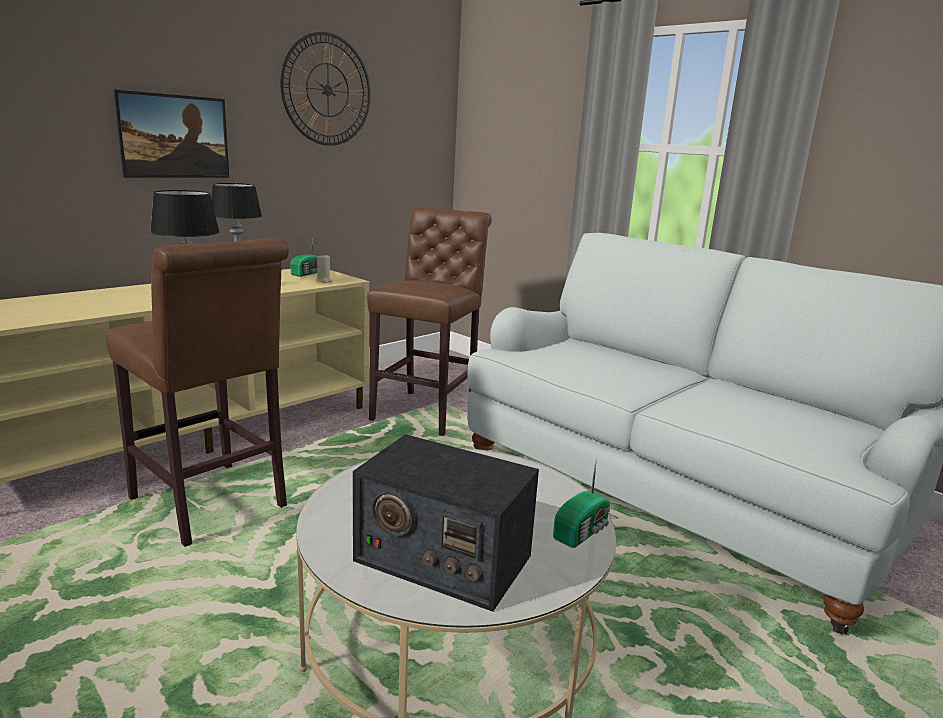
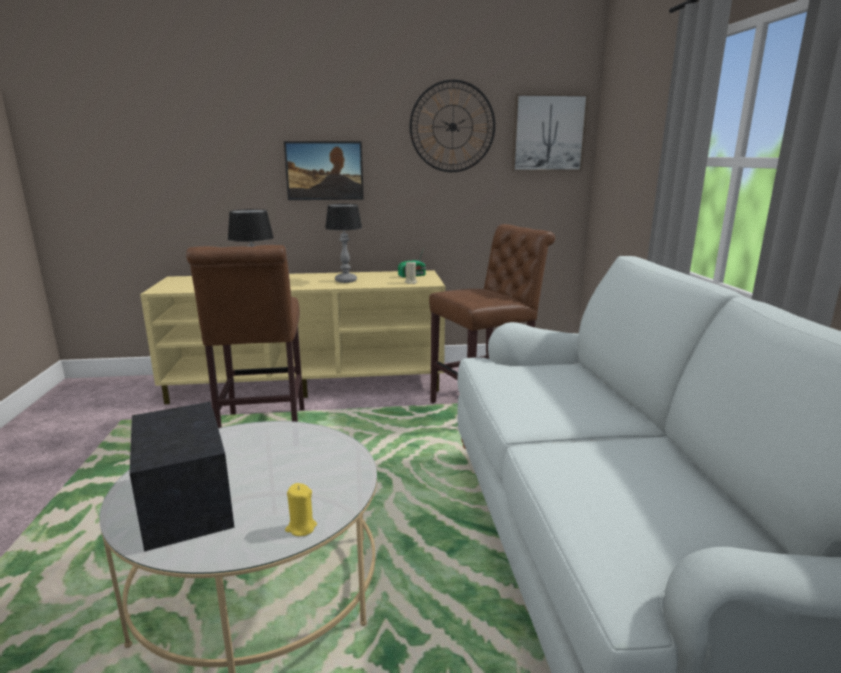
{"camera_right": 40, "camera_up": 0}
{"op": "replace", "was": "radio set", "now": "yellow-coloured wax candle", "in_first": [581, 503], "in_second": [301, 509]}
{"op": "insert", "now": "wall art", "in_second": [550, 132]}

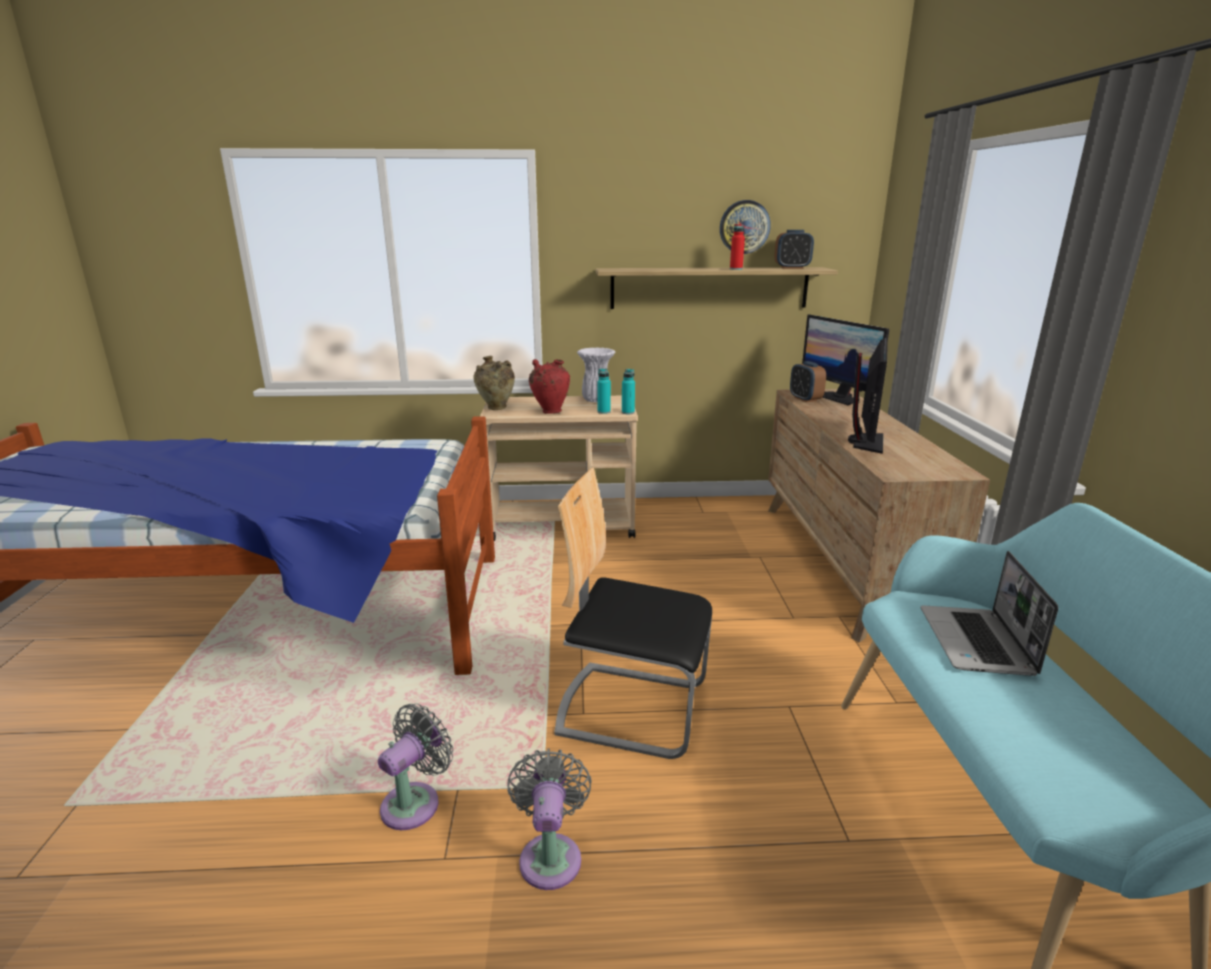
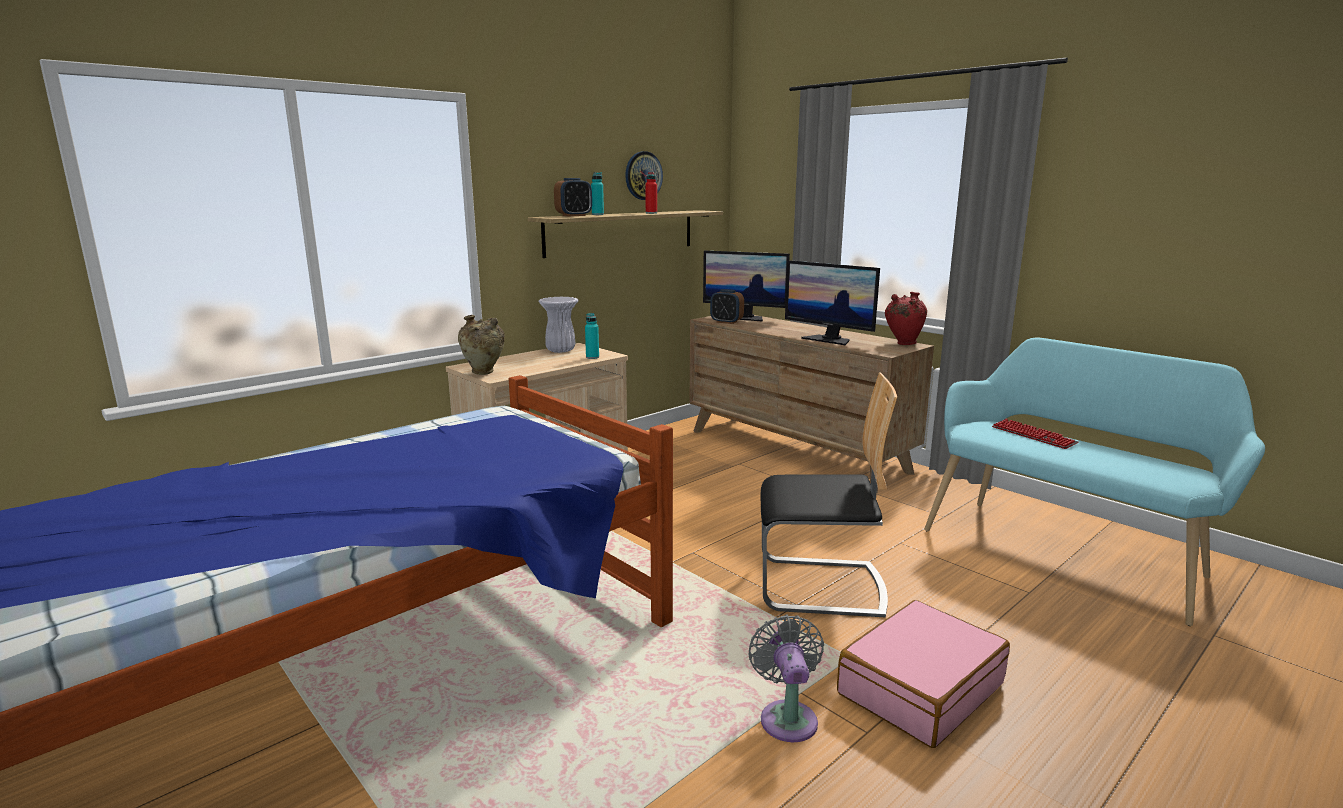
{"camera_right": -40, "camera_up": -5}
{"op": "move", "was": "alarm clock", "in_first": [794, 249], "in_second": [573, 197]}
{"op": "rotate", "was": "monitor", "in_first": [868, 396], "in_second": [832, 302], "clockwise": 150}
{"op": "move", "was": "red-coloured vase", "in_first": [549, 386], "in_second": [906, 318]}
{"op": "move", "was": "turquoise beverage bottle", "in_first": [628, 391], "in_second": [597, 193]}
{"op": "rotate", "was": "plain chair", "in_first": [633, 613], "in_second": [829, 494], "clockwise": -150}
{"op": "replace", "was": "laptop", "now": "computer keyboard", "in_first": [989, 613], "in_second": [1035, 434]}
{"op": "replace", "was": "gray cooling fan", "now": "pink-coloured piece of luggage", "in_first": [549, 819], "in_second": [923, 674]}

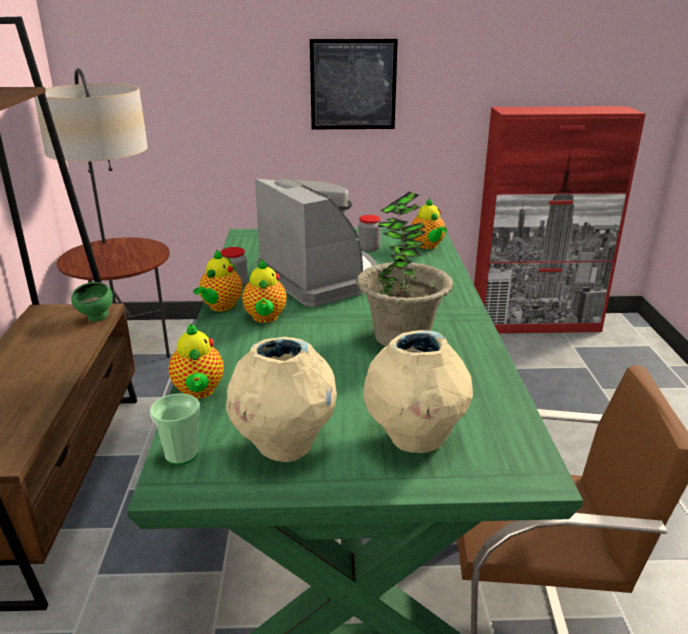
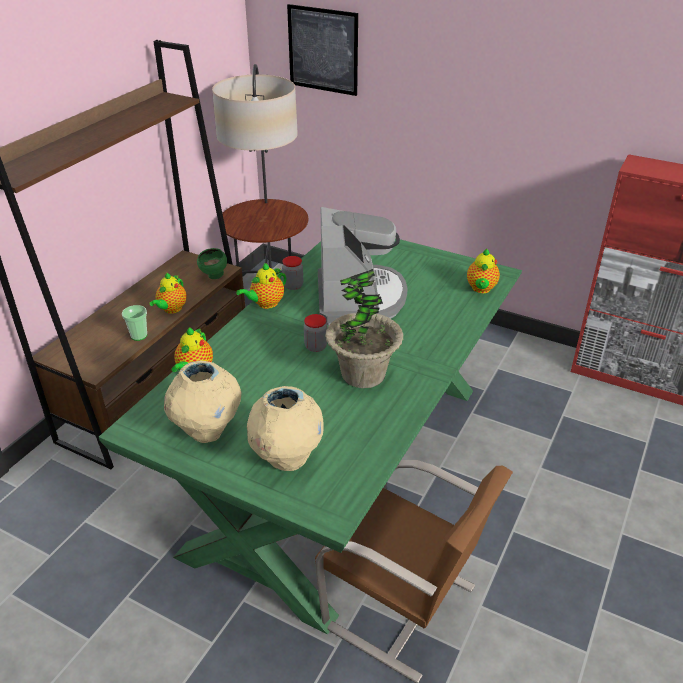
{"camera_right": 30, "camera_up": 10}
{"op": "move", "was": "wall art", "in_first": [354, 84], "in_second": [322, 50]}
{"op": "move", "was": "preserve jar", "in_first": [369, 233], "in_second": [315, 333]}
{"op": "move", "was": "pot for tea", "in_first": [264, 291], "in_second": [168, 293]}
{"op": "move", "was": "cup", "in_first": [175, 429], "in_second": [134, 323]}

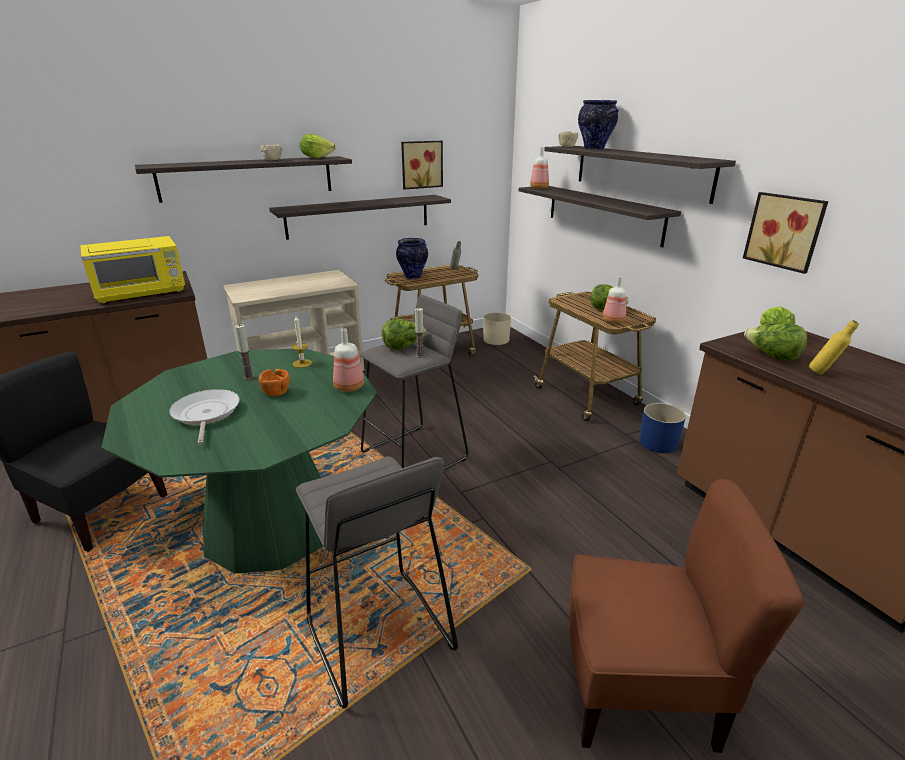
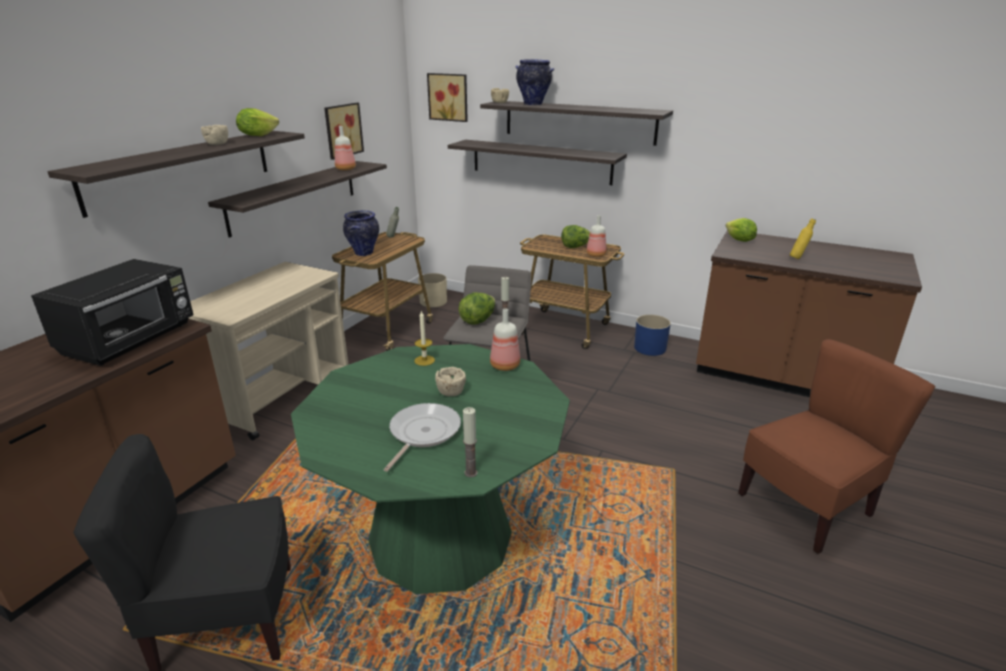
{"camera_right": -35, "camera_up": 0}
{"op": "move", "was": "beverage bottle", "in_first": [539, 168], "in_second": [345, 148]}
{"op": "move", "was": "wall art", "in_first": [786, 233], "in_second": [447, 97]}
{"op": "recolor", "was": "yellow-coloured kitchen microwave", "now": "blackish kitchen microwave", "in_first": [132, 269], "in_second": [112, 312]}
{"op": "delete", "was": "lettuce head", "in_first": [775, 341]}
{"op": "move", "was": "wax candle", "in_first": [244, 352], "in_second": [470, 442]}
{"op": "recolor", "was": "orange-coloured deep dish", "now": "sand-coloured deep dish", "in_first": [274, 382], "in_second": [450, 381]}
{"op": "rotate", "was": "frying pan", "in_first": [204, 416], "in_second": [422, 437], "clockwise": 75}
{"op": "delete", "was": "gray sitting stool", "in_first": [377, 582]}

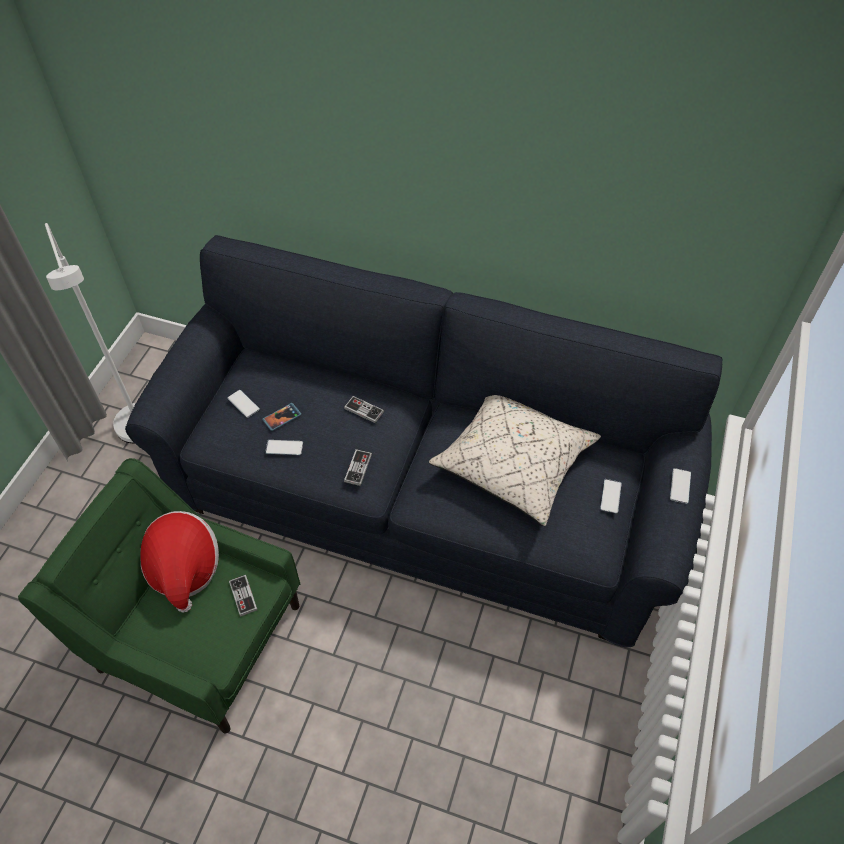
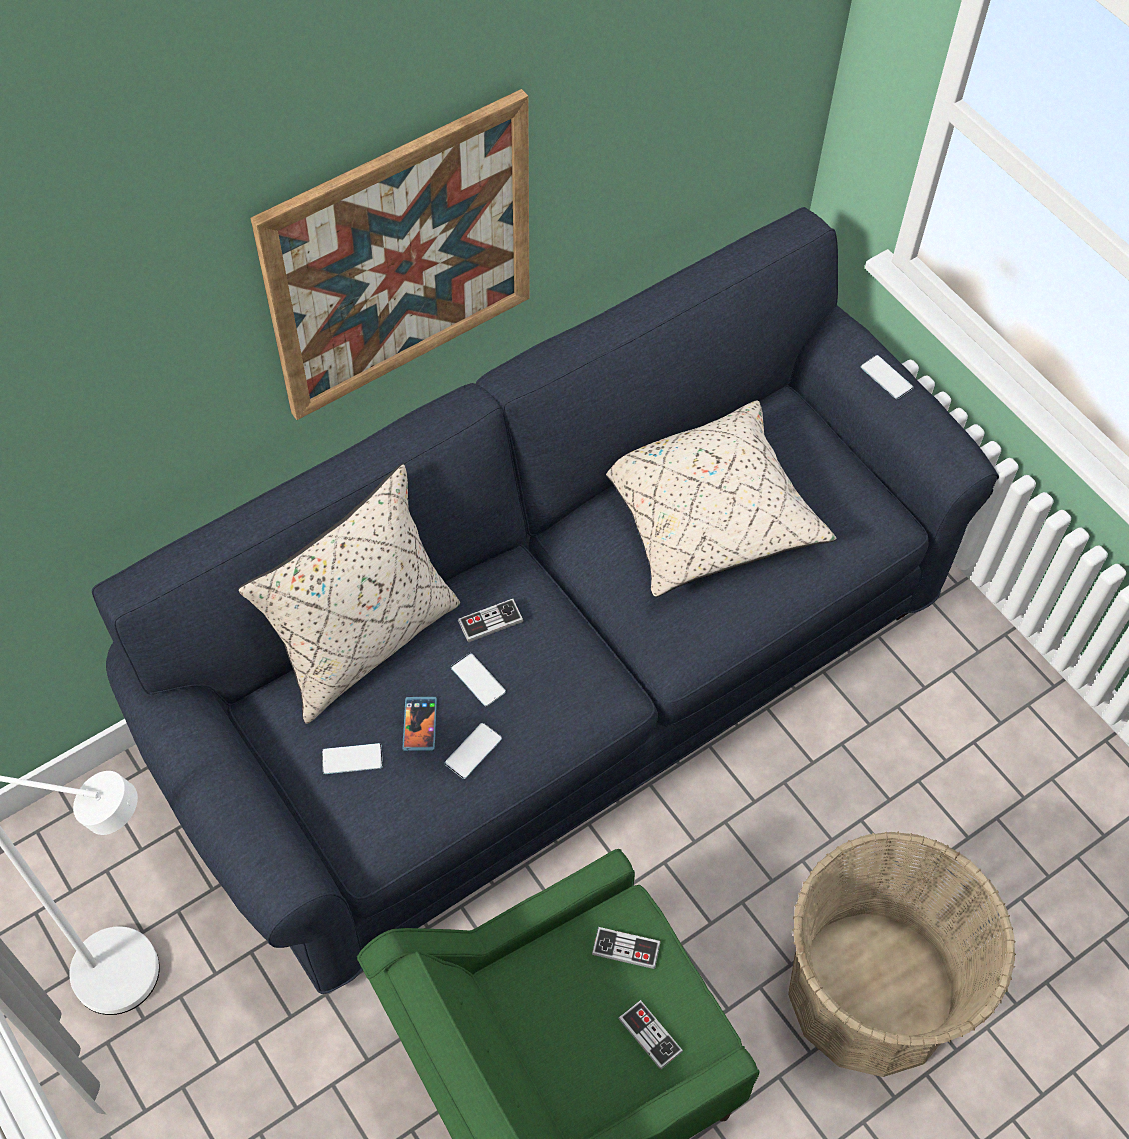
{"camera_right": -55, "camera_up": 5}
{"op": "move", "was": "game controller", "in_first": [358, 467], "in_second": [650, 1035]}
{"op": "move", "was": "phone", "in_first": [611, 496], "in_second": [478, 679]}
{"op": "delete", "was": "hat", "in_first": [179, 562]}
{"op": "insert", "now": "wall art", "in_second": [390, 254]}
{"op": "insert", "now": "sand-coloured cushion", "in_second": [349, 594]}
{"op": "insert", "now": "household basket", "in_second": [902, 954]}

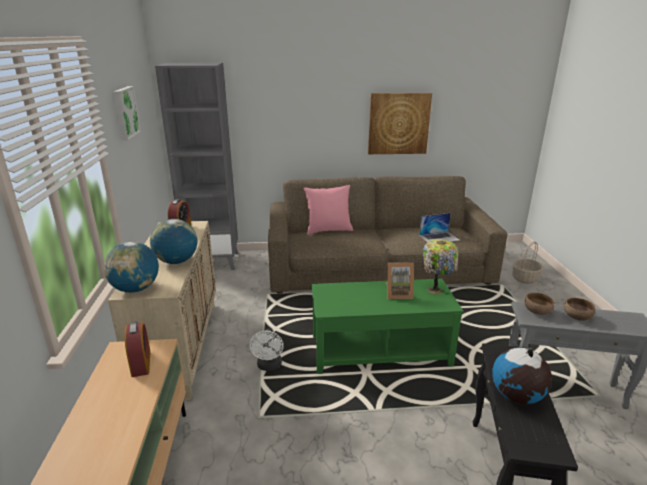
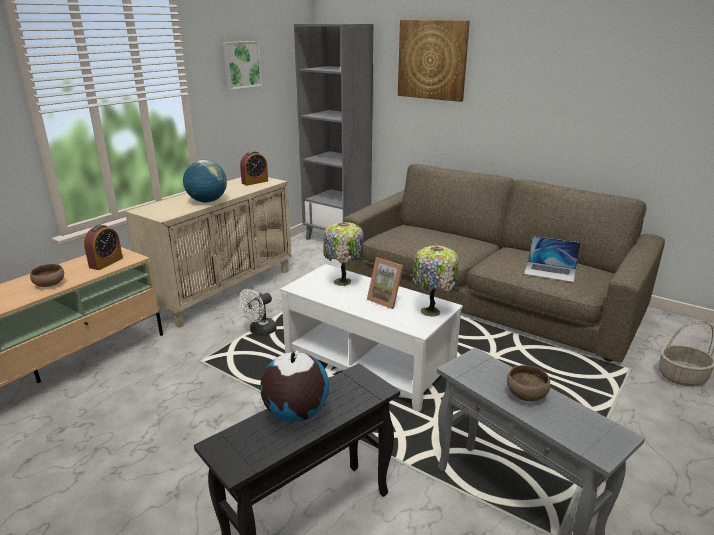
{"camera_right": 40, "camera_up": 0}
{"op": "move", "was": "wall art", "in_first": [400, 123], "in_second": [434, 61]}
{"op": "delete", "was": "pink-coloured cushion", "in_first": [328, 210]}
{"op": "delete", "was": "world globe", "in_first": [131, 267]}
{"op": "recolor", "was": "green lounge table", "now": "whitish lounge table", "in_first": [387, 326], "in_second": [371, 338]}
{"op": "move", "was": "brownish deep dish", "in_first": [539, 304], "in_second": [47, 275]}
{"op": "insert", "now": "tabletop lamp", "in_second": [343, 254]}

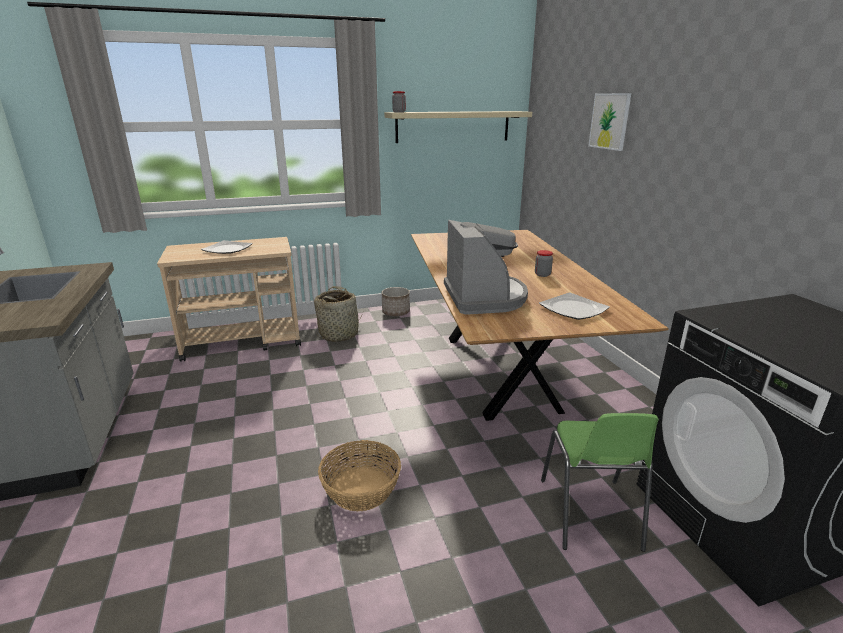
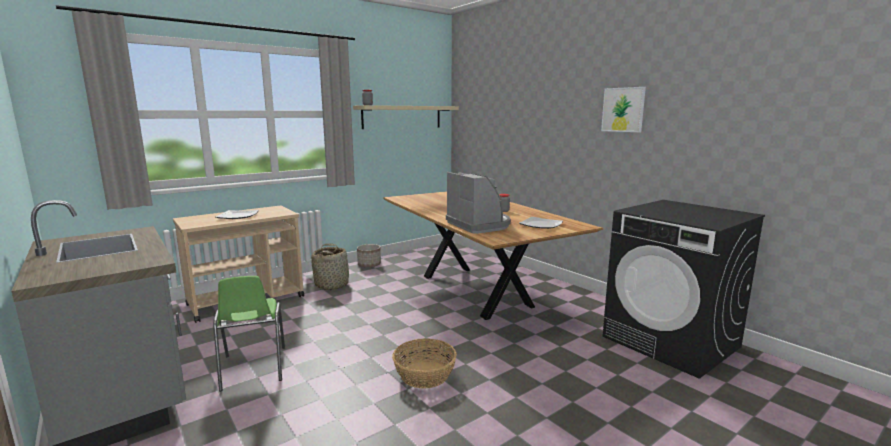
{"camera_right": -20, "camera_up": -10}
{"op": "move", "was": "wall art", "in_first": [609, 122], "in_second": [623, 109]}
{"op": "move", "was": "green plain chair", "in_first": [600, 482], "in_second": [249, 333]}

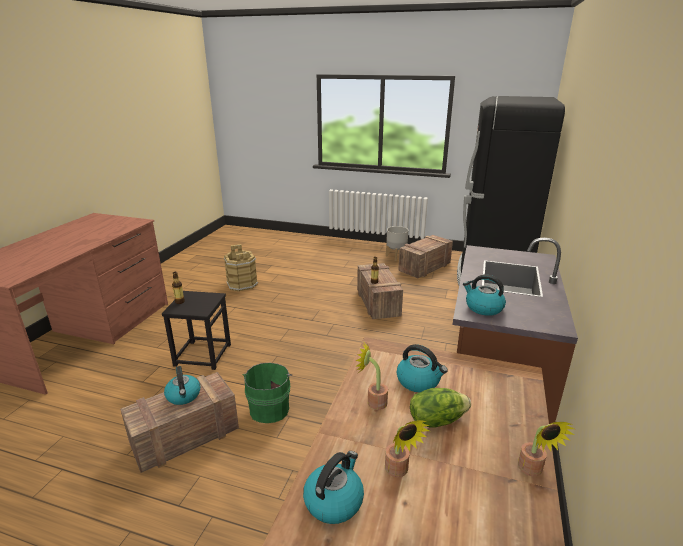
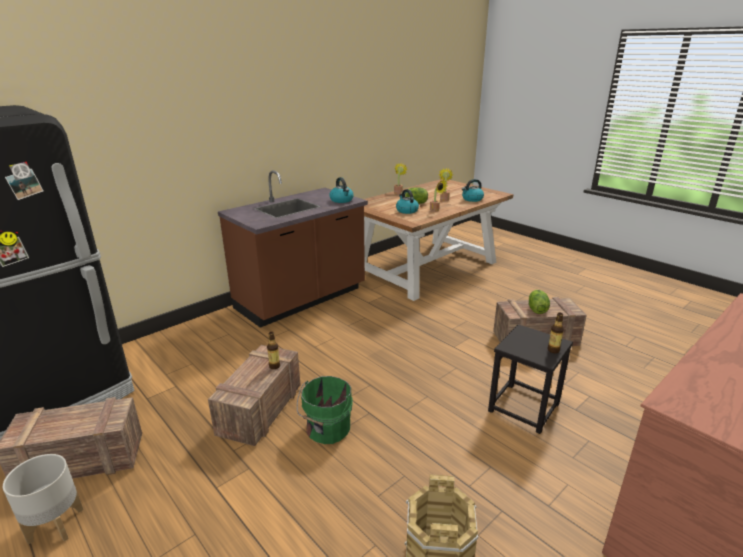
{"camera_right": -150, "camera_up": 0}
{"op": "move", "was": "green water bucket", "in_first": [267, 393], "in_second": [324, 410]}
{"op": "replace", "was": "tea kettle", "now": "lettuce head", "in_first": [182, 385], "in_second": [539, 302]}

